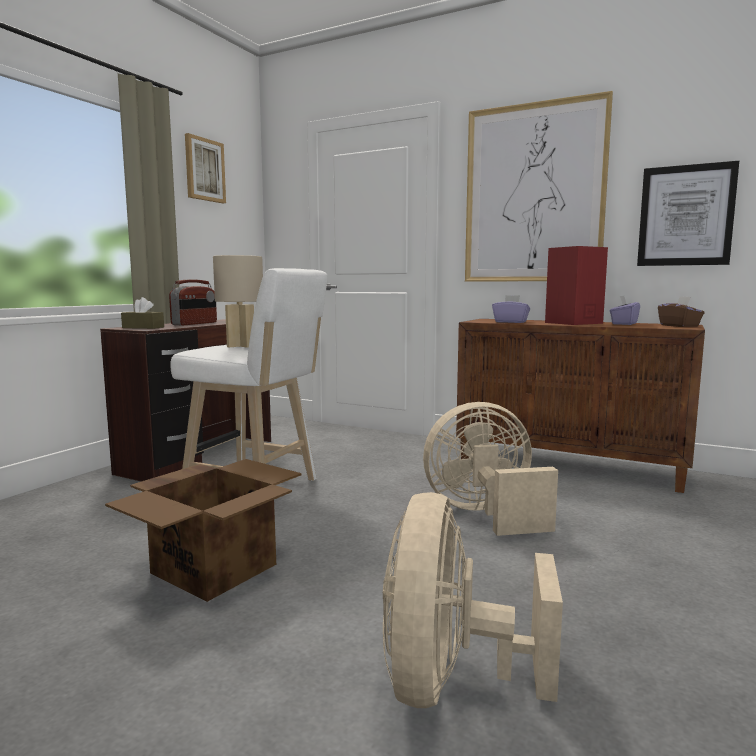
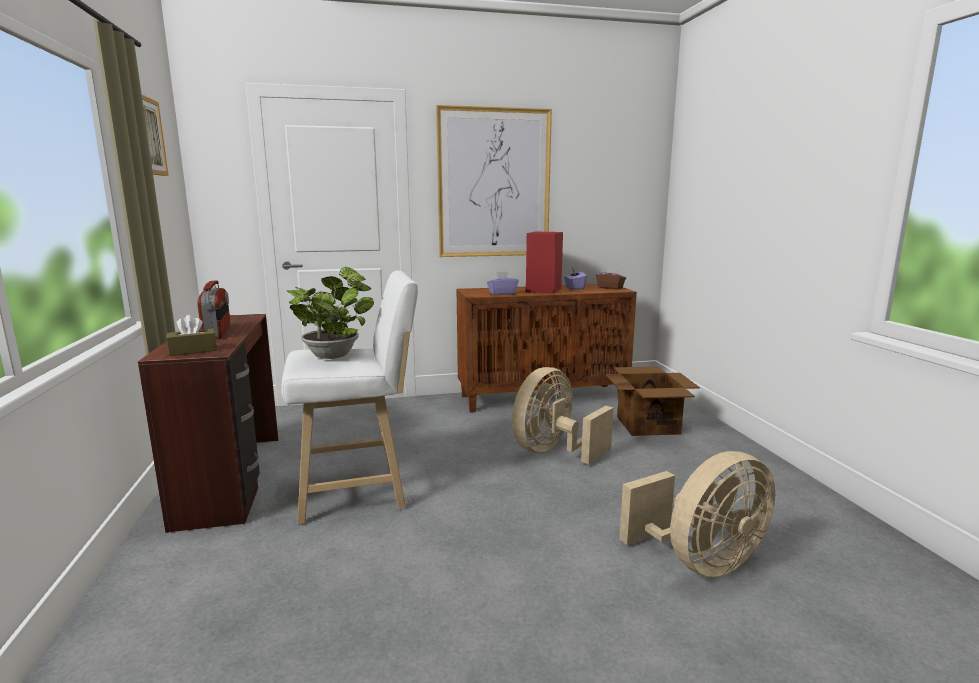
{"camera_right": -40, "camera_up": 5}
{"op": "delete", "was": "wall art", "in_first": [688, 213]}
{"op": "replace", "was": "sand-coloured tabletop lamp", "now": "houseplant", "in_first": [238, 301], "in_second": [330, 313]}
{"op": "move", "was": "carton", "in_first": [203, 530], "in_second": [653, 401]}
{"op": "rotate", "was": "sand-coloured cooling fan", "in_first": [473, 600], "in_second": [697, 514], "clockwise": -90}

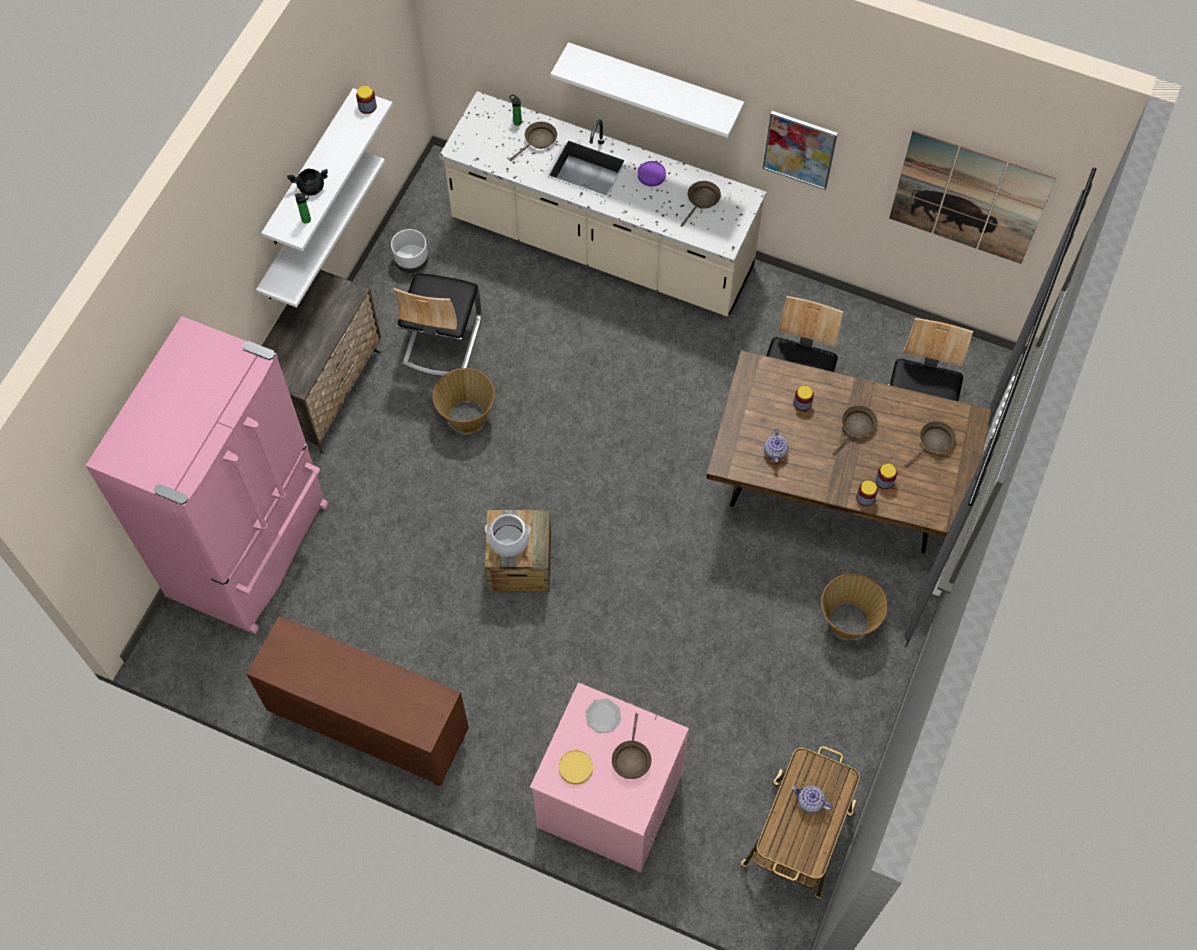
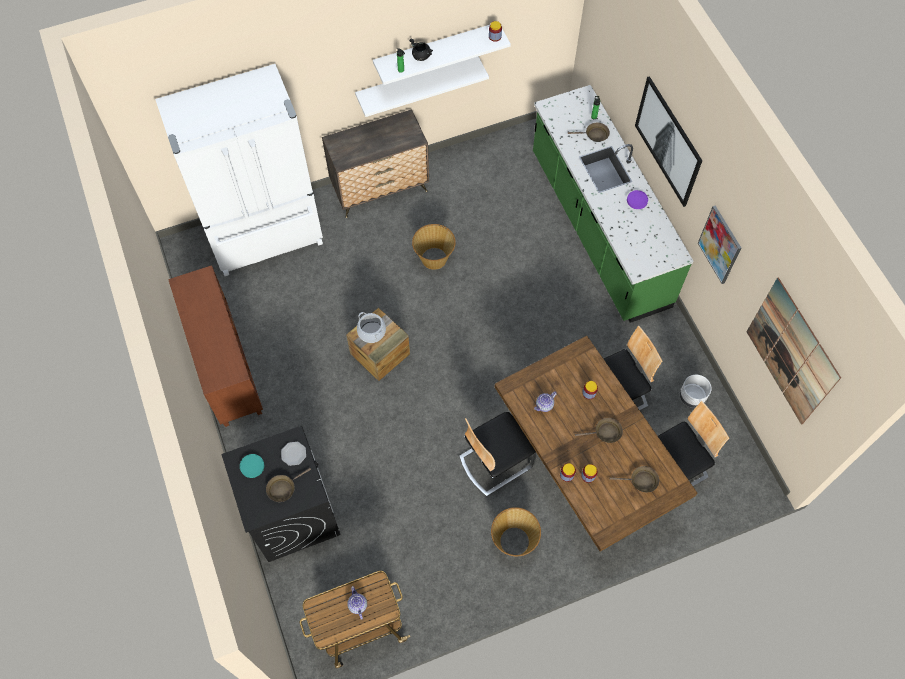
{"camera_right": 45, "camera_up": 0}
{"op": "replace", "was": "whitish bracket shelf", "now": "wall art", "in_first": [647, 90], "in_second": [668, 141]}
{"op": "recolor", "was": "sand-coloured kitchen base unit", "now": "green kitchen base unit", "in_first": [602, 203], "in_second": [613, 204]}
{"op": "delete", "was": "brownish frying pan", "in_first": [700, 204]}
{"op": "move", "was": "whitish plant pot", "in_first": [410, 251], "in_second": [696, 391]}
{"op": "move", "was": "plain chair", "in_first": [438, 324], "in_second": [498, 454]}
{"op": "recolor", "was": "pink-coloured refrigerator", "now": "whitish refrigerator", "in_first": [207, 475], "in_second": [239, 170]}
{"op": "recolor", "was": "pink-coloured laundry machine", "now": "blackish laundry machine", "in_first": [609, 777], "in_second": [281, 494]}
{"op": "recolor", "was": "yellow-coloured dinner plate", "now": "turquoise dinner plate", "in_first": [576, 767], "in_second": [252, 466]}

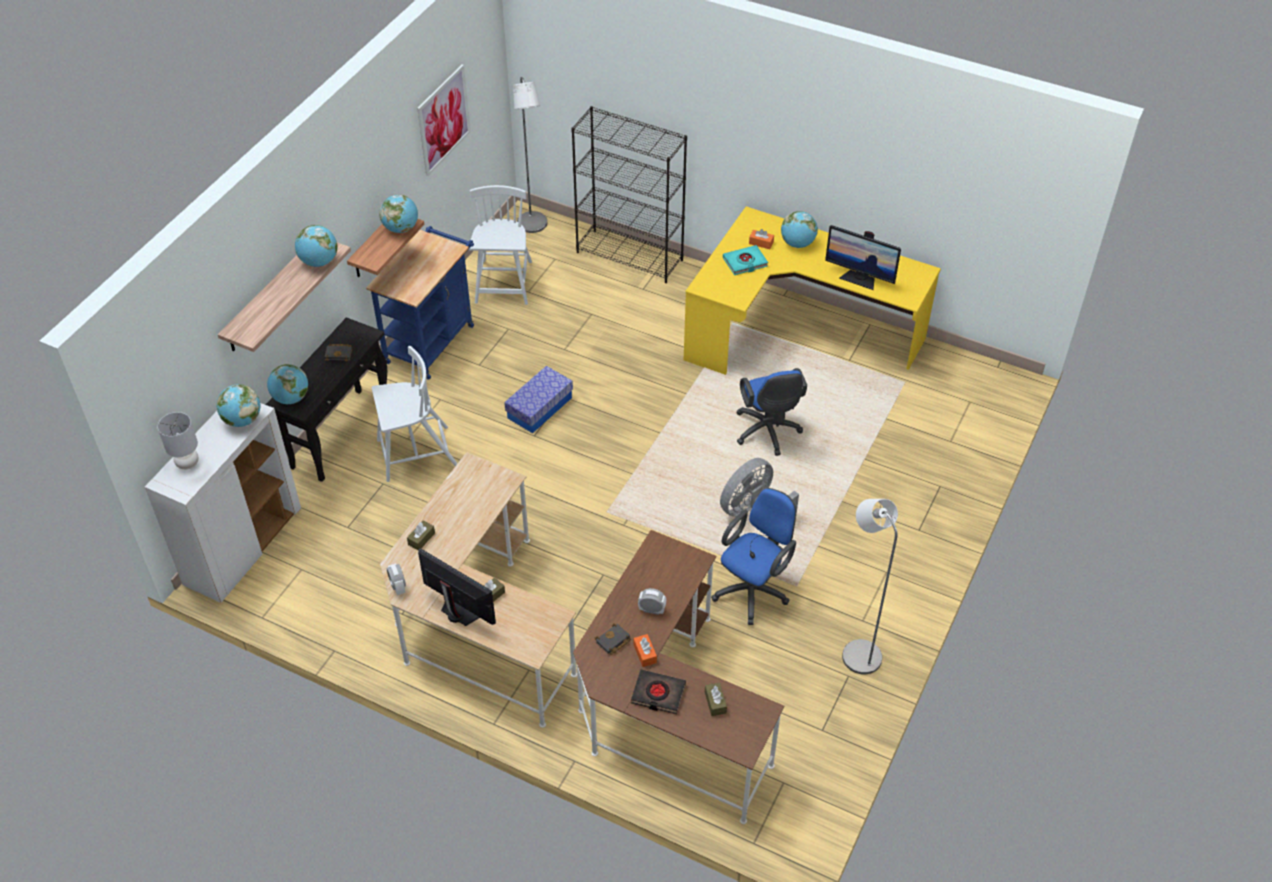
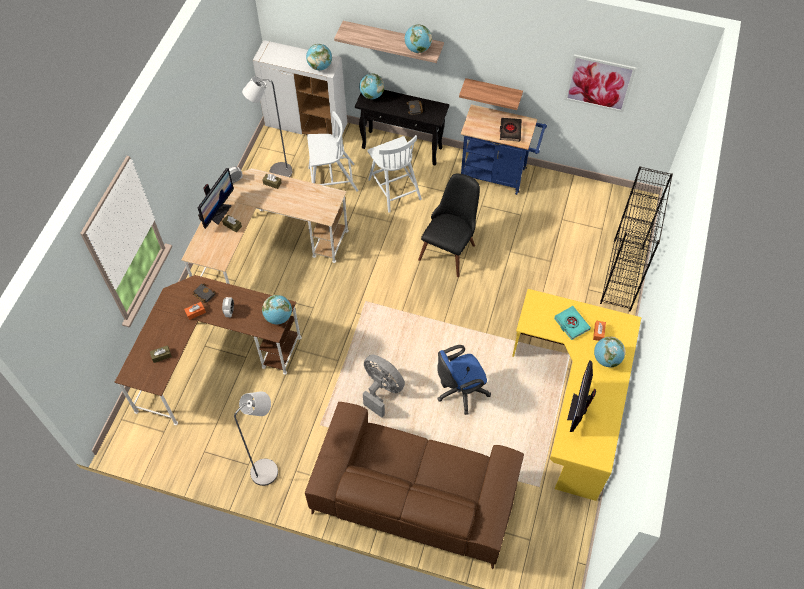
{"camera_right": 80, "camera_up": 10}
{"op": "move", "was": "gray floor lamp", "in_first": [530, 155], "in_second": [267, 126]}
{"op": "move", "was": "whitish plain chair", "in_first": [500, 245], "in_second": [332, 151]}
{"op": "move", "was": "world globe", "in_first": [398, 213], "in_second": [277, 309]}
{"op": "replace", "was": "storage bin", "now": "blackish plain chair", "in_first": [538, 399], "in_second": [449, 225]}
{"op": "delete", "was": "gray tabletop lamp", "in_first": [178, 441]}
{"op": "delete", "was": "bluish office chair", "in_first": [753, 556]}
{"op": "move", "was": "blackish book", "in_first": [658, 691], "in_second": [511, 129]}
{"op": "insert", "now": "brownish couch", "in_second": [414, 485]}

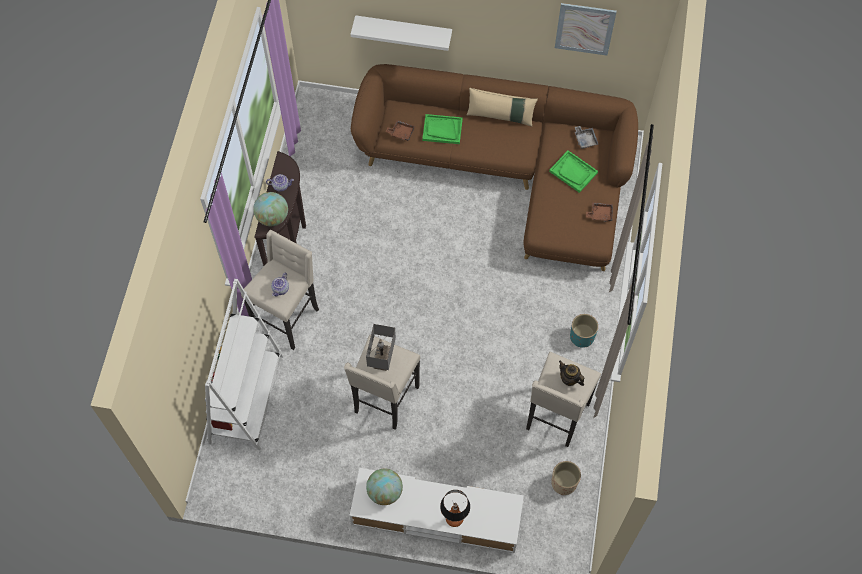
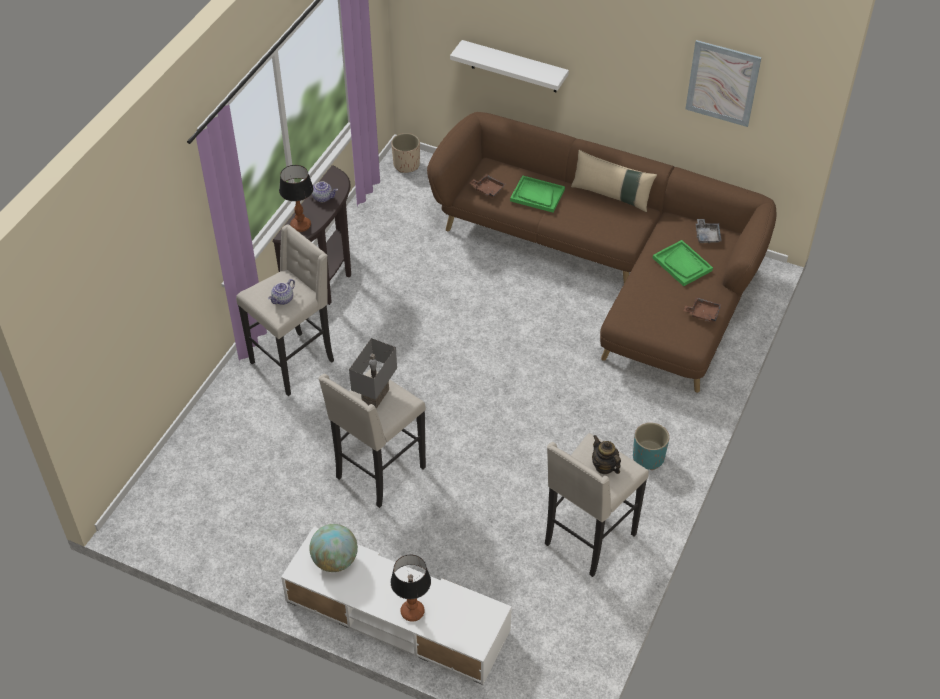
{"camera_right": 15, "camera_up": -15}
{"op": "replace", "was": "world globe", "now": "tabletop lamp", "in_first": [270, 209], "in_second": [296, 198]}
{"op": "delete", "was": "whitish shelving unit", "in_first": [244, 364]}
{"op": "move", "was": "sand-coloured plant pot", "in_first": [566, 478], "in_second": [405, 153]}

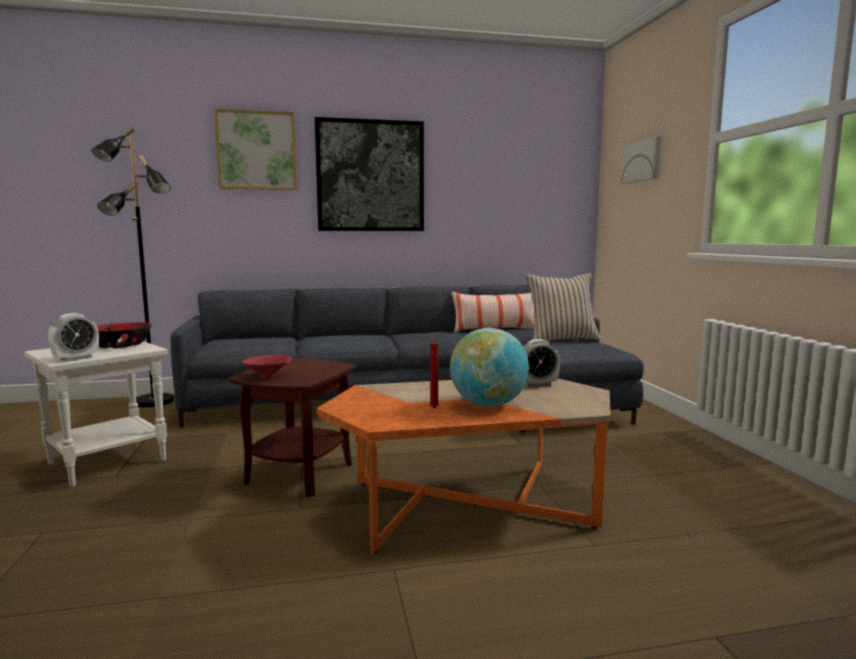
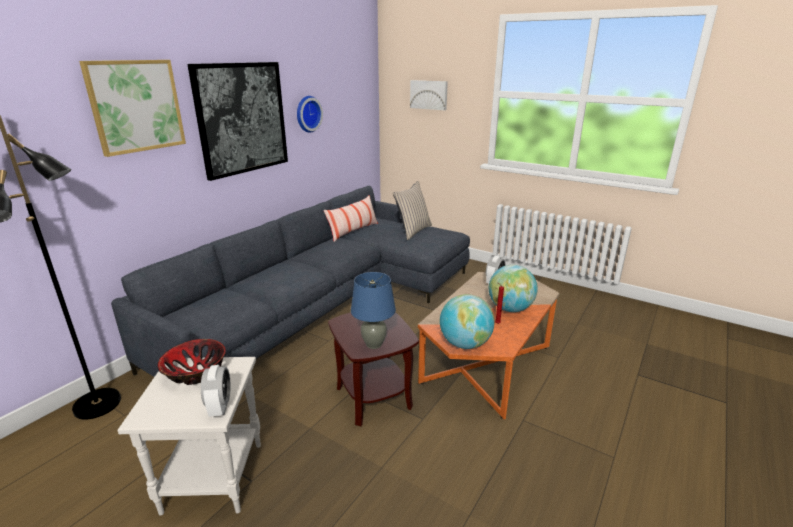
{"camera_right": -45, "camera_up": 15}
{"op": "replace", "was": "red-coloured deep dish", "now": "bluish tabletop lamp", "in_first": [266, 366], "in_second": [373, 310]}
{"op": "insert", "now": "clock on the wall", "in_second": [310, 114]}
{"op": "insert", "now": "world globe", "in_second": [467, 321]}

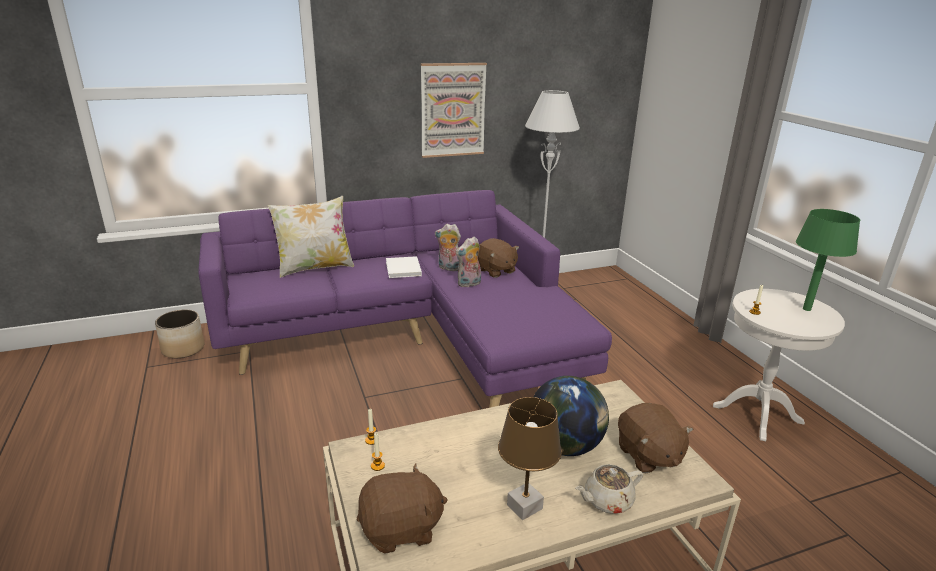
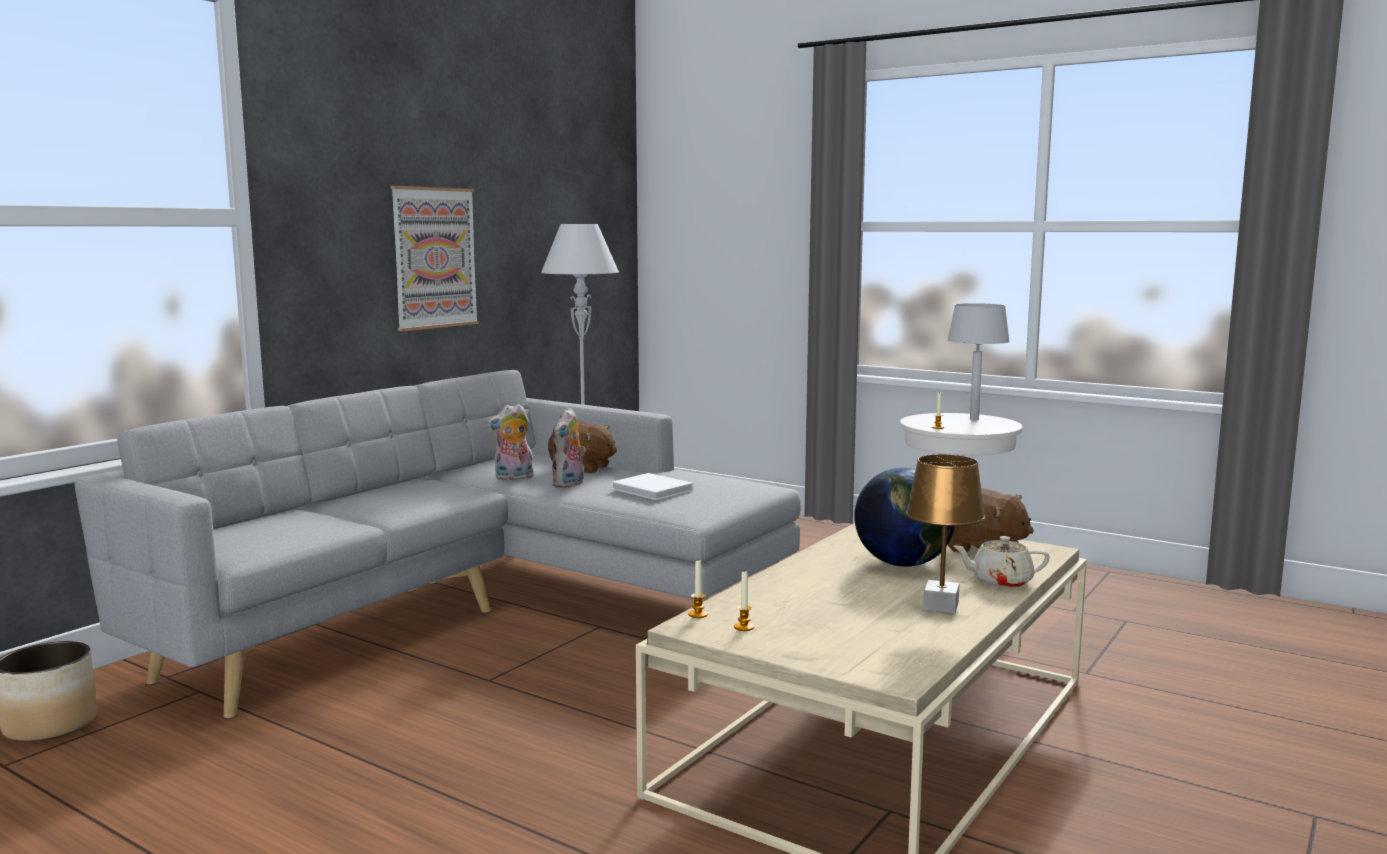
{"camera_right": -35, "camera_up": -15}
{"op": "recolor", "was": "purple couch", "now": "gray couch", "in_first": [405, 299], "in_second": [437, 544]}
{"op": "delete", "was": "cushion", "in_first": [311, 237]}
{"op": "recolor", "was": "green tabletop lamp", "now": "gray tabletop lamp", "in_first": [828, 260], "in_second": [978, 361]}
{"op": "move", "was": "whitish book", "in_first": [404, 267], "in_second": [652, 486]}
{"op": "delete", "was": "brownish cuddly toy", "in_first": [402, 509]}
{"op": "rotate", "was": "sand-coloured pot for tea", "in_first": [609, 489], "in_second": [1001, 562], "clockwise": 60}

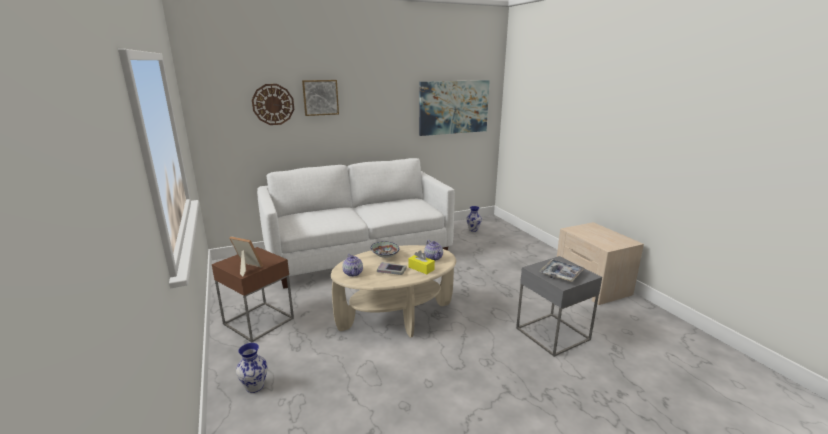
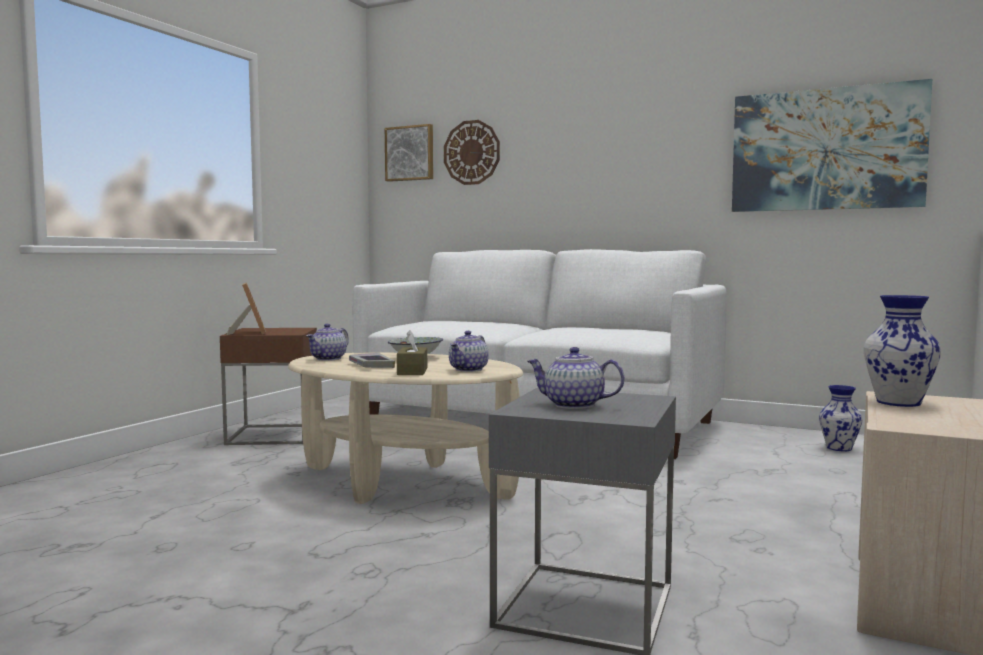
{"camera_right": 50, "camera_up": -15}
{"op": "move", "was": "wall art", "in_first": [320, 98], "in_second": [409, 153]}
{"op": "recolor", "was": "yellow-coloured tissue holder", "now": "brownish tissue holder", "in_first": [421, 262], "in_second": [412, 352]}
{"op": "replace", "was": "serving tray", "now": "pot for tea", "in_first": [562, 270], "in_second": [576, 378]}
{"op": "move", "was": "vase", "in_first": [252, 368], "in_second": [902, 351]}

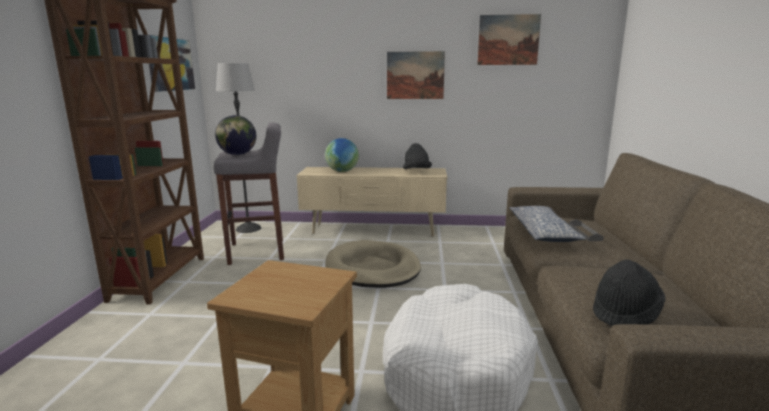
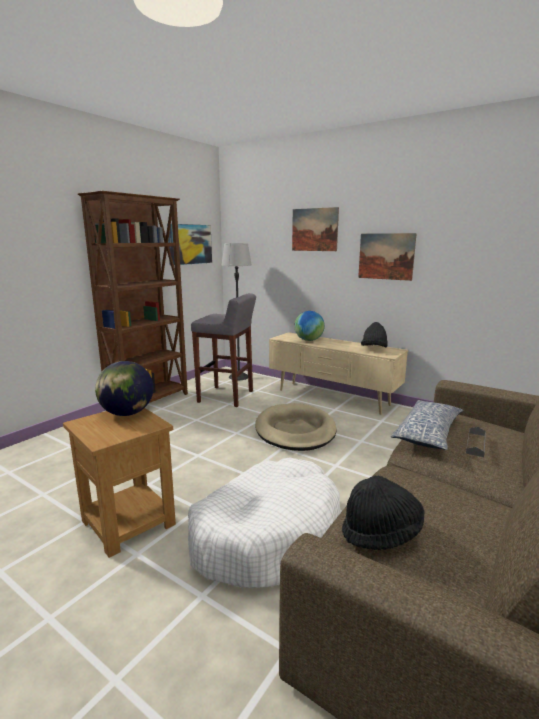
{"camera_right": 30, "camera_up": 0}
{"op": "move", "was": "wall art", "in_first": [509, 39], "in_second": [315, 229]}
{"op": "move", "was": "world globe", "in_first": [235, 135], "in_second": [124, 388]}

